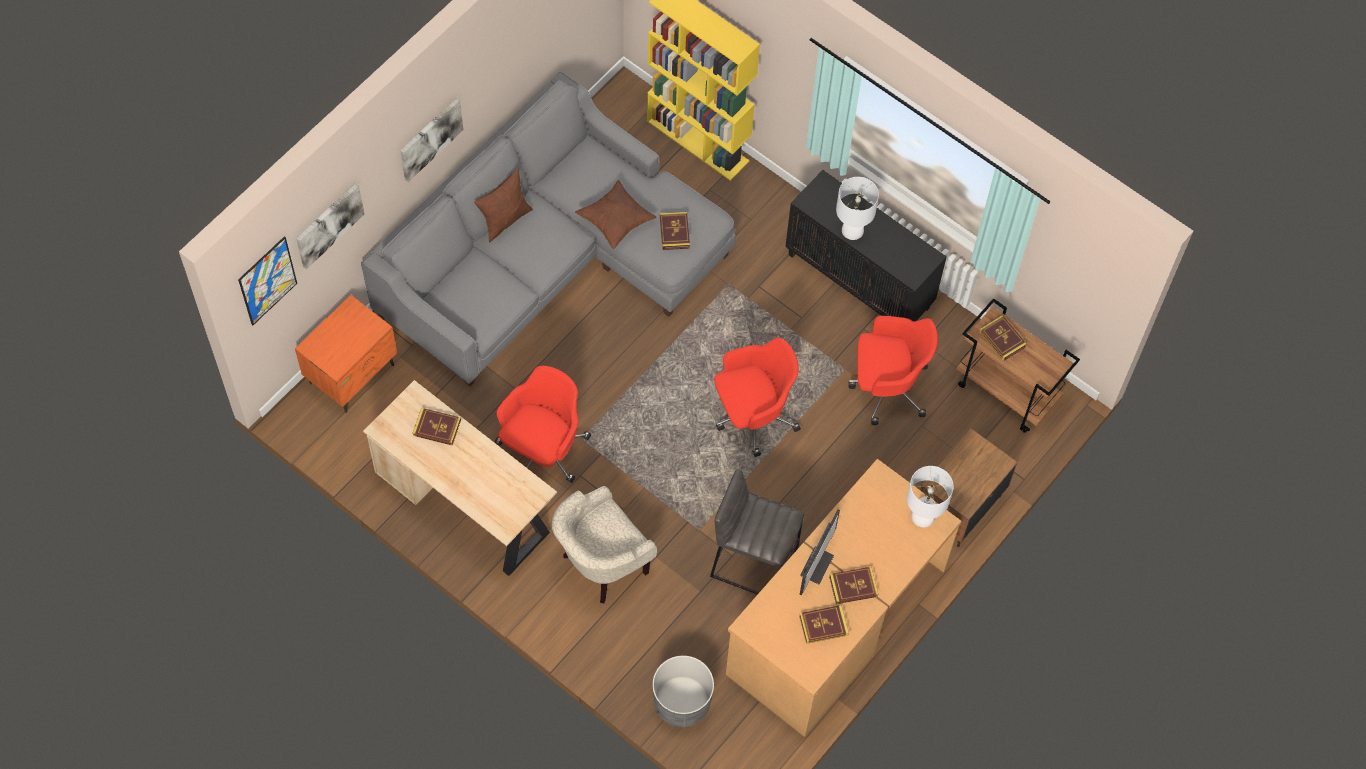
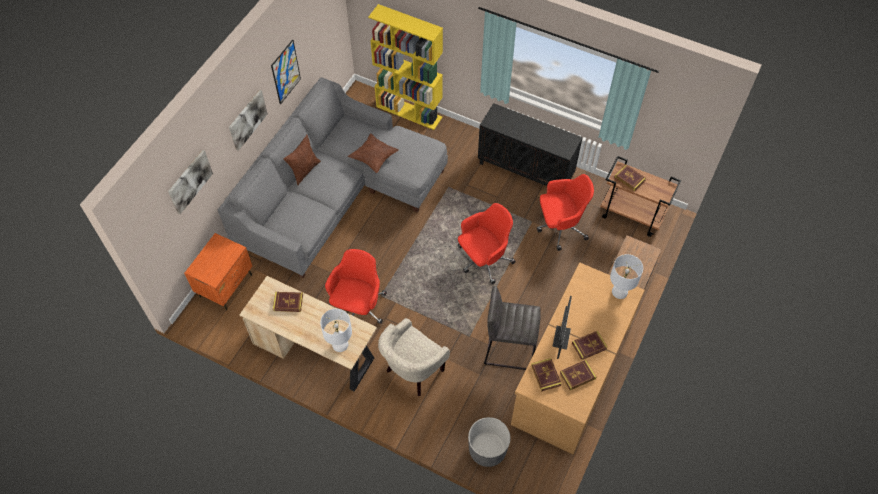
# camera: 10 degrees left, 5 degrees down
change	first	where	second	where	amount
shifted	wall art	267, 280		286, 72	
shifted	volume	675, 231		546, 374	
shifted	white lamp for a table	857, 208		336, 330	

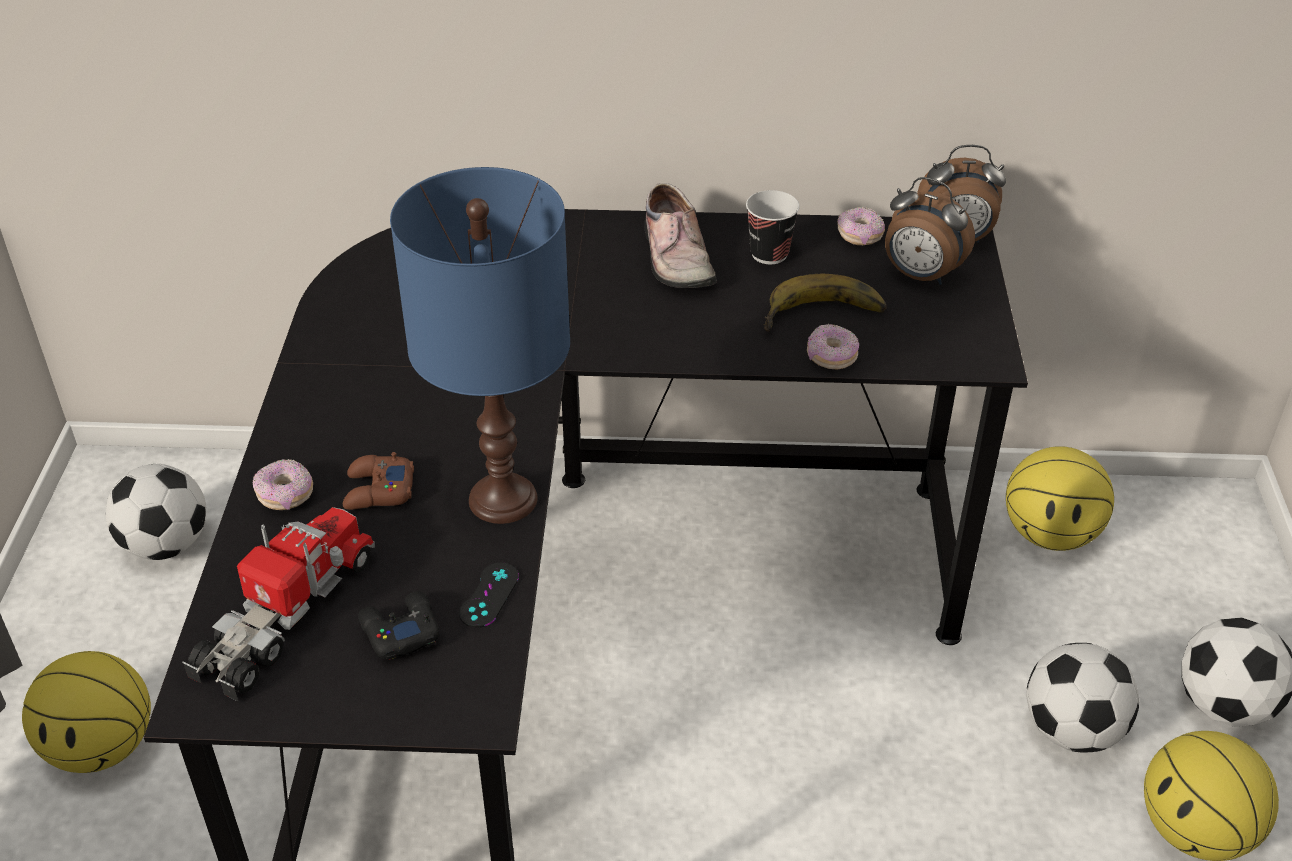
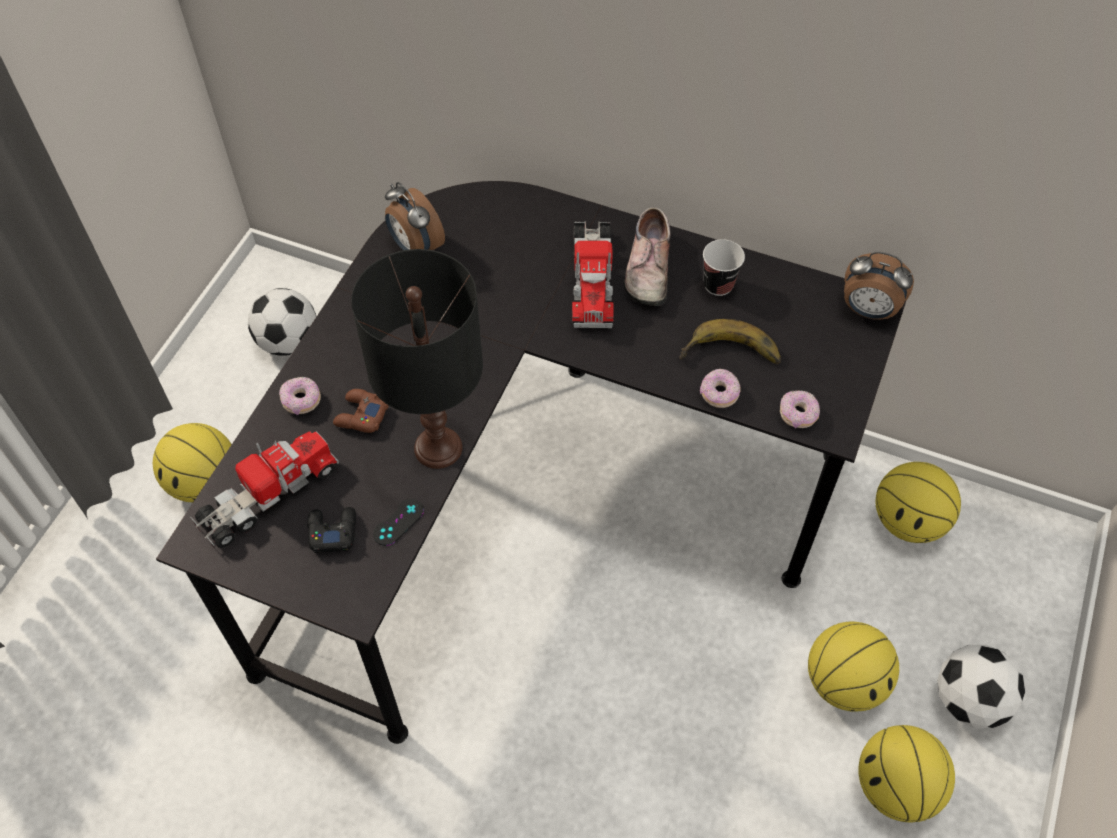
# camera: 20 degrees right, 15 degrees up
change	first	where	second	where	amount
repainted	bluish lamp for a table	480, 345	blackish lamp for a table	417, 359	
shifted	ring doughnut	861, 226		800, 410	
shifted	alarm clock	930, 231		415, 216	
swapped	football	1082, 697	basketball ball	853, 667	
new			model truck	592, 274	

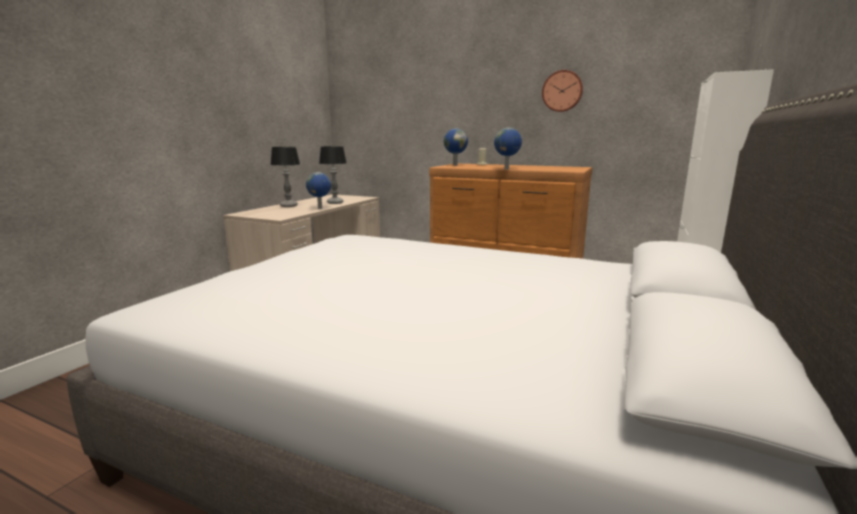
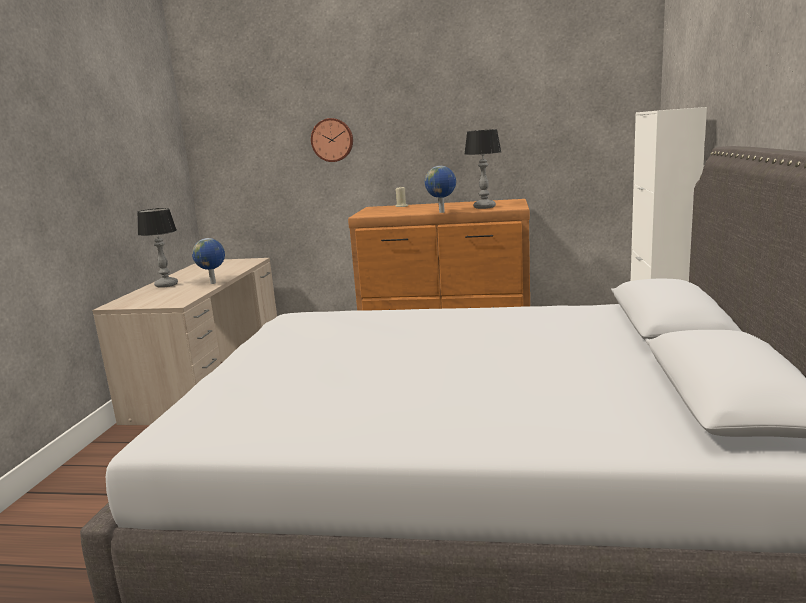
# camera: 15 degrees left, 0 degrees up
change	first	where	second	where	amount
shifted	lamp for a table	333, 175		482, 169	
gone	desk globe	456, 147			
shifted	hanging clock	562, 91		332, 140	

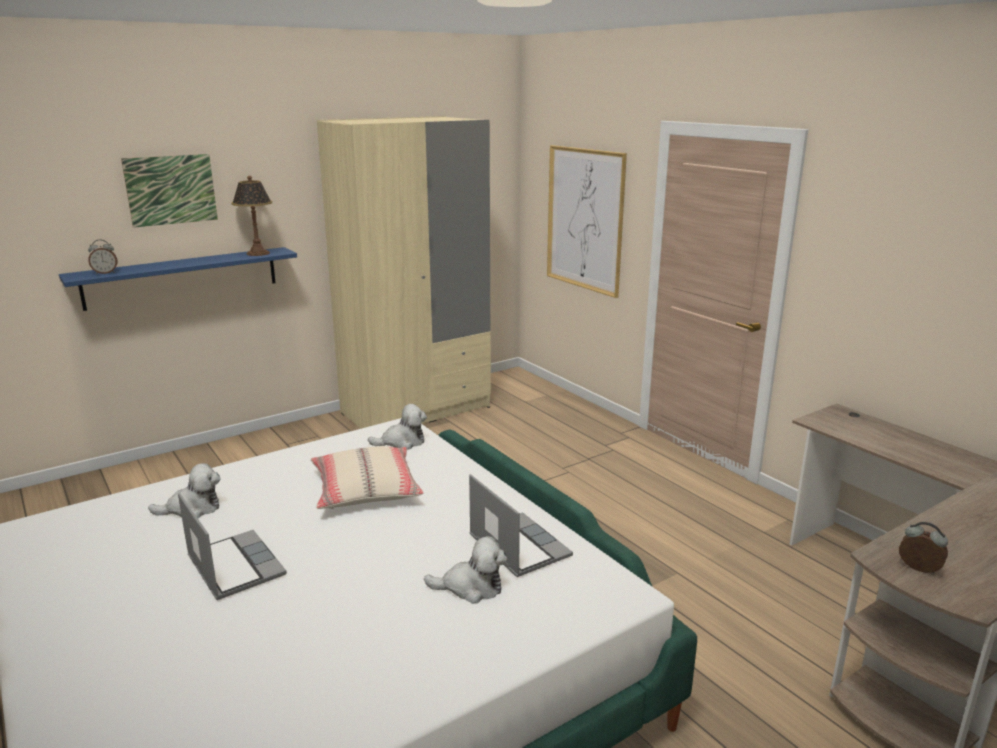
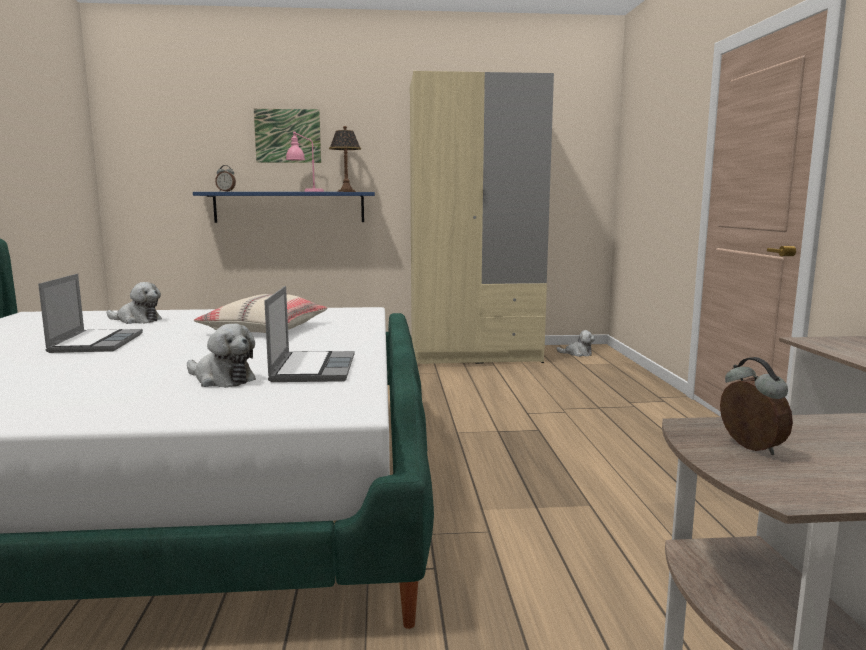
# camera: 30 degrees right, 10 degrees down
change	first	where	second	where	amount
shifted	soft toy	397, 427		575, 343	
gone	wall art	587, 221			
new			pinkish lamp for a table	305, 161	

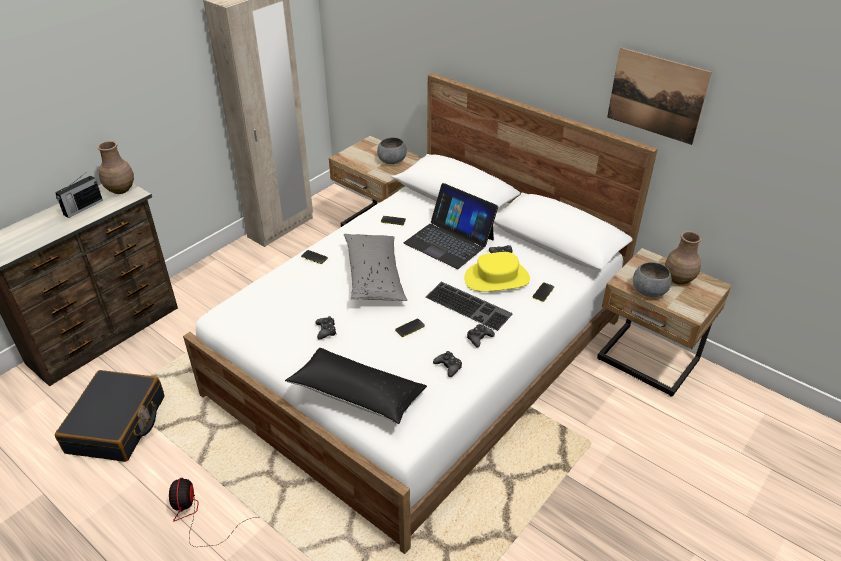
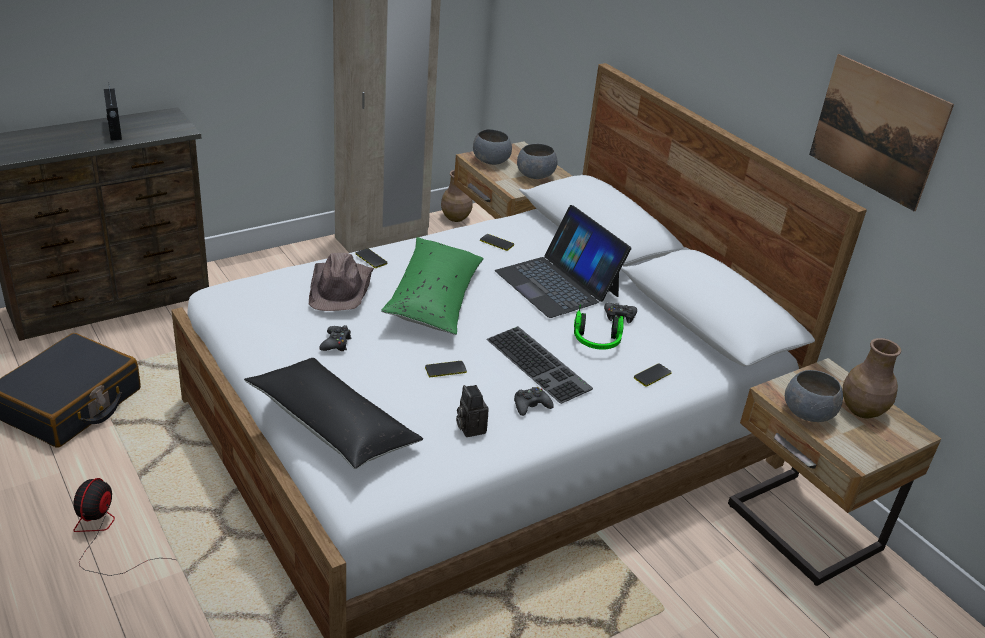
# camera: 15 degrees right, 5 degrees down
change	first	where	second	where	amount
rotated	radio set	79, 196		113, 113	75 degrees counterclockwise
shifted	brown-coloured flower vase	115, 167		457, 196	
repainted	gray pillow	375, 267	greenish pillow	432, 286	
swapped	blackish game controller	447, 364	still camera	472, 411	
swapped	yellow hat	497, 272	pair of headphones	599, 327	
new			brown-coloured hat	341, 282	
new			gray serving bowl	492, 147	

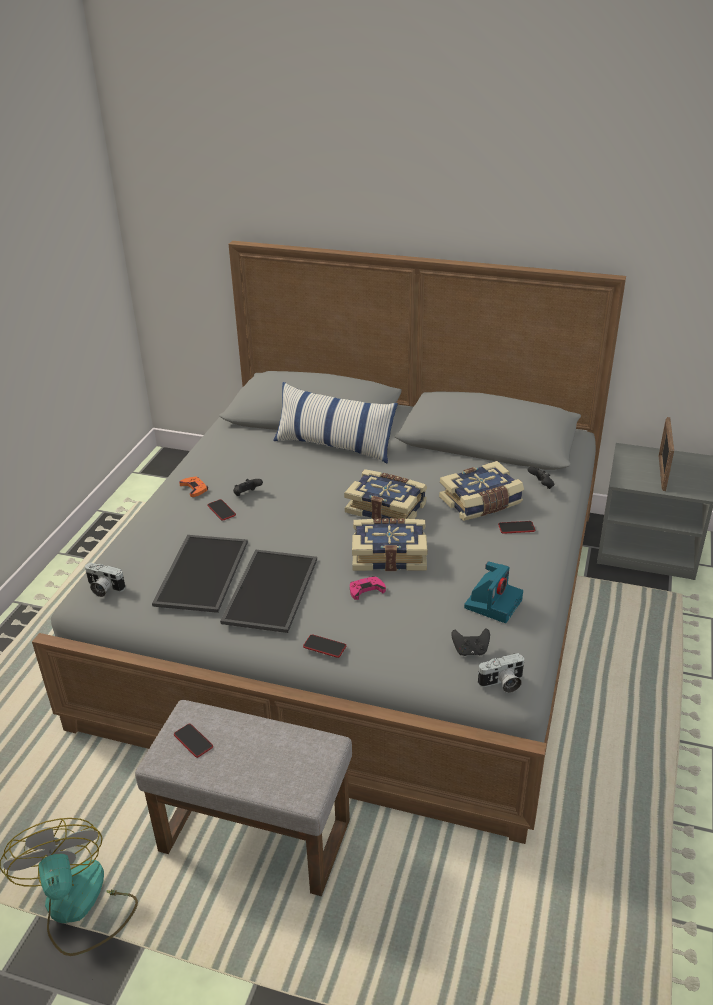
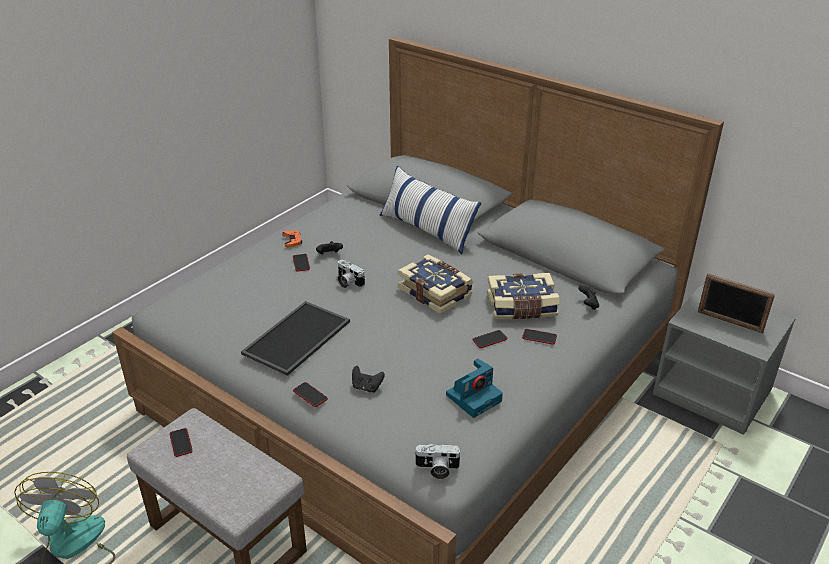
# camera: 20 degrees right, 0 degrees up
change	first	where	second	where	amount
shifted	still camera	105, 580		351, 274	
gone	tray	200, 574			
gone	pinkish game controller	368, 588			
gone	volume	390, 544			
shifted	blackish game controller	470, 642		368, 379	
rotated	standing frame	666, 454		736, 303	90 degrees counterclockwise
new			telephone	490, 339	

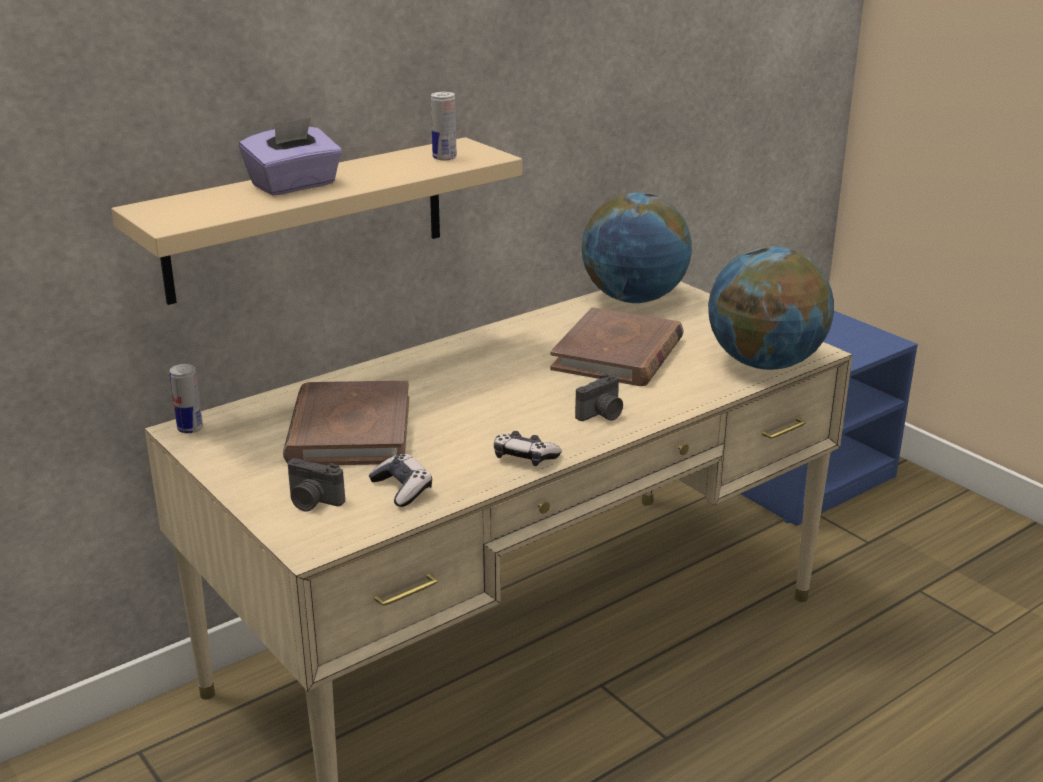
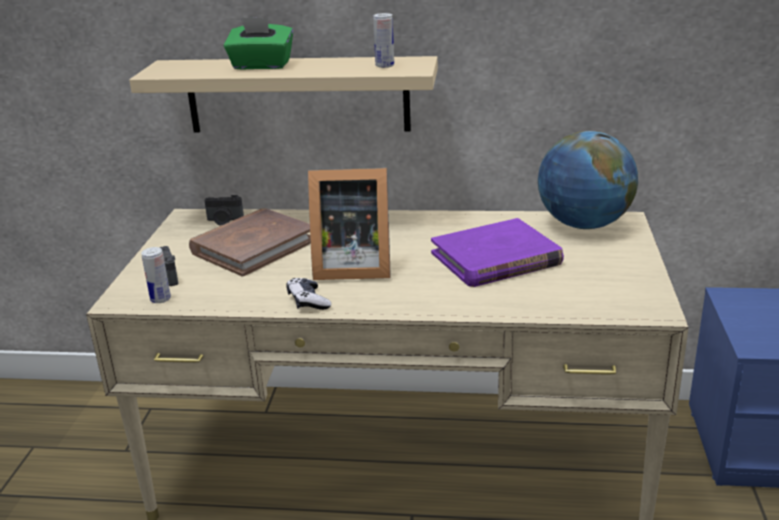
# camera: 45 degrees right, 0 degrees up
change	first	where	second	where	amount
shifted	can	186, 398		156, 275	
repainted	purplish box of tissues	290, 157	greenish box of tissues	258, 43	
gone	game controller	400, 480			
repainted	brown-coloured volume	617, 346	purplish volume	497, 252	
shifted	still camera	599, 397		224, 210	
gone	desk globe	771, 308			
new			standing frame	349, 224	

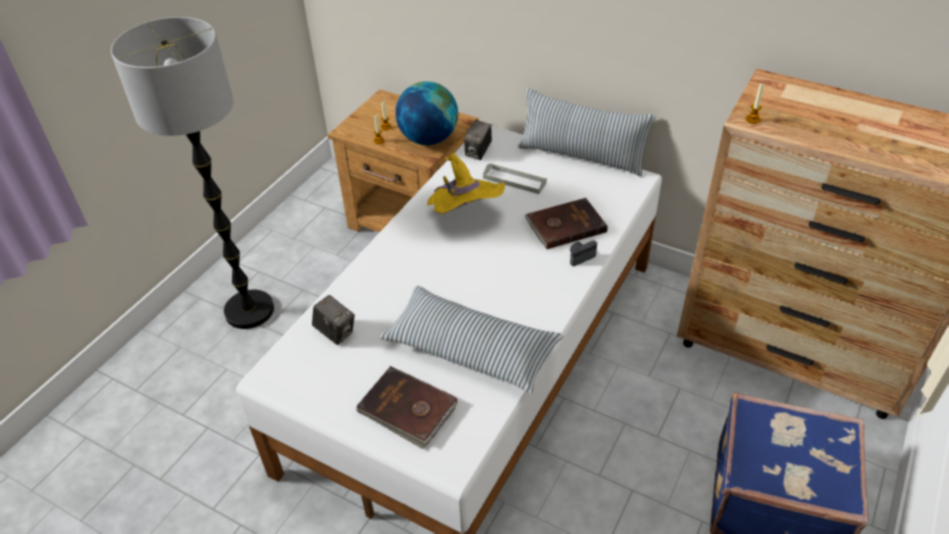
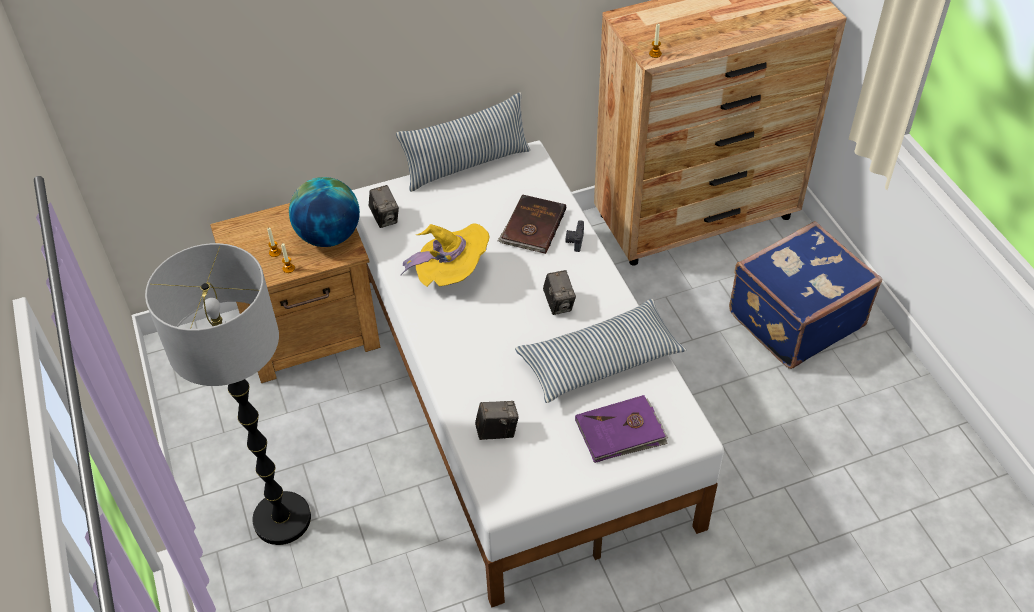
# camera: 50 degrees left, 5 degrees up
change	first	where	second	where	amount
repainted	brown-coloured volume	406, 407	purplish volume	621, 429	
gone	gray tray	515, 178			
new			still camera	559, 292	

